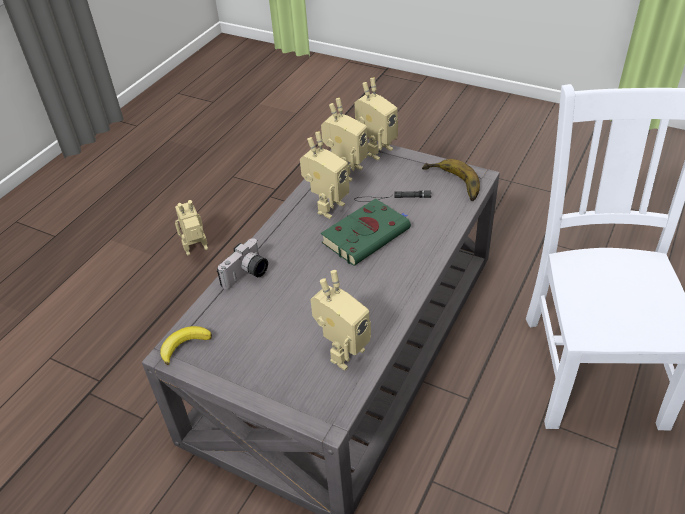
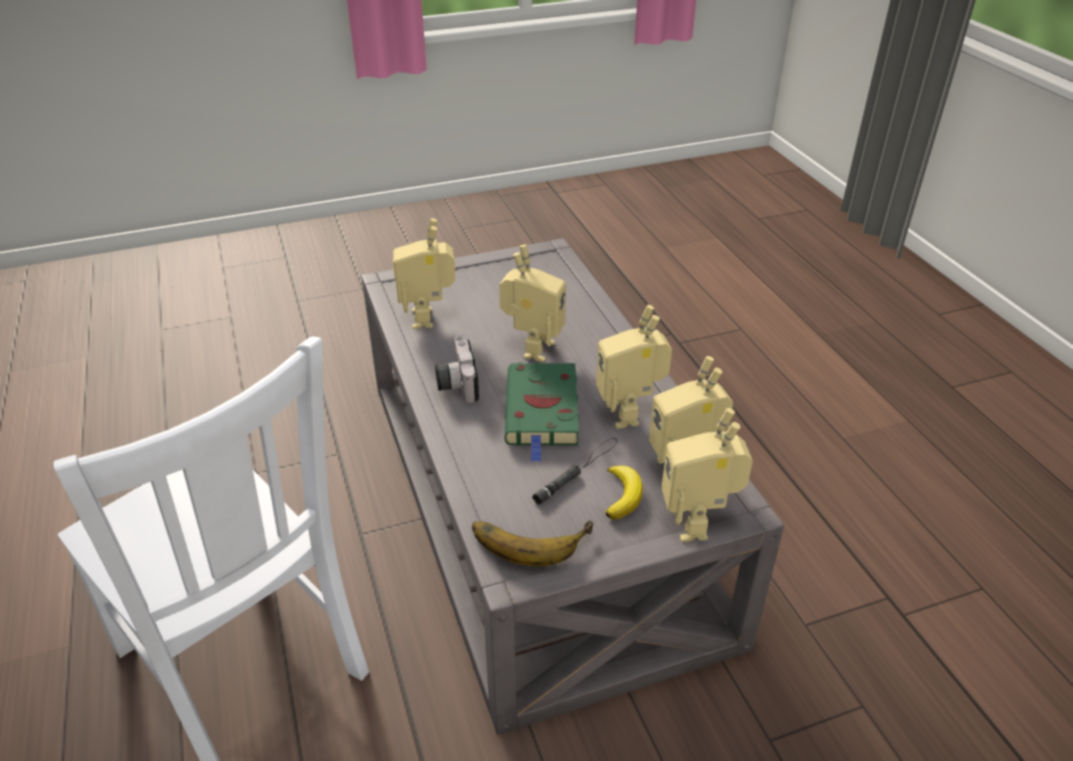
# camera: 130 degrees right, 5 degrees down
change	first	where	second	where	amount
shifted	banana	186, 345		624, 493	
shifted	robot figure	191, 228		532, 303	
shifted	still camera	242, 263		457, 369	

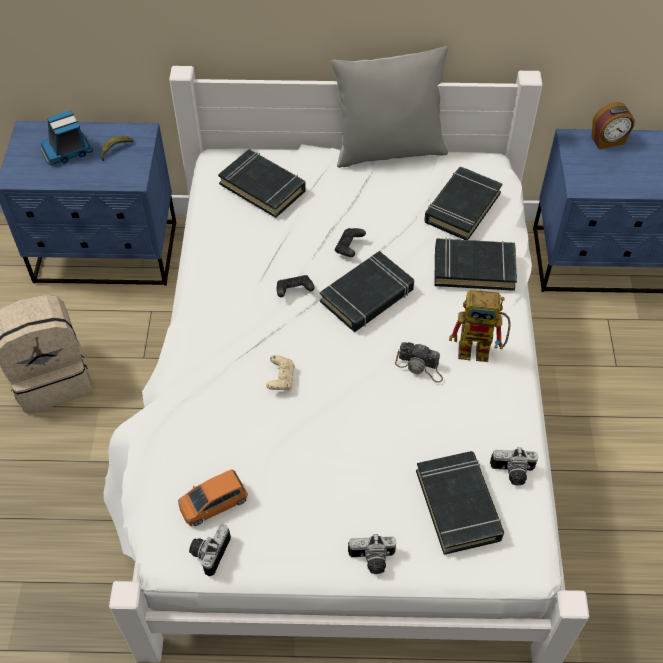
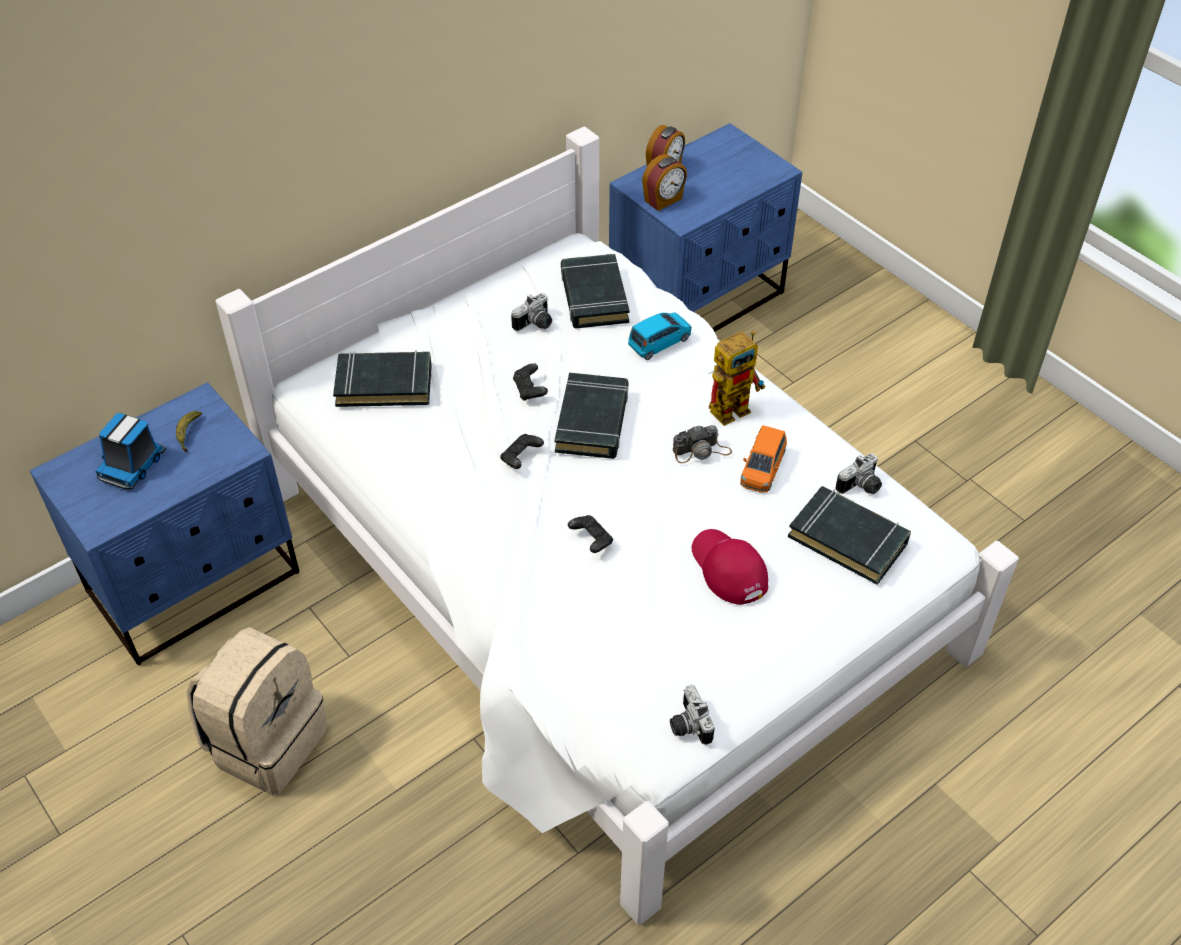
# camera: 40 degrees left, 5 degrees down
change	first	where	second	where	amount
shifted	orangey miniature car	213, 497		763, 459	
repainted	beige-coloured game controller	280, 372	blackish game controller	590, 534	
gone	gray pillow	389, 107			
shifted	still camera	372, 554		531, 312	
swapped	blackish volume	475, 264	bluish miniature car	660, 336	
new			alarm clock	664, 182	
new			reddish peaked cap	730, 567	

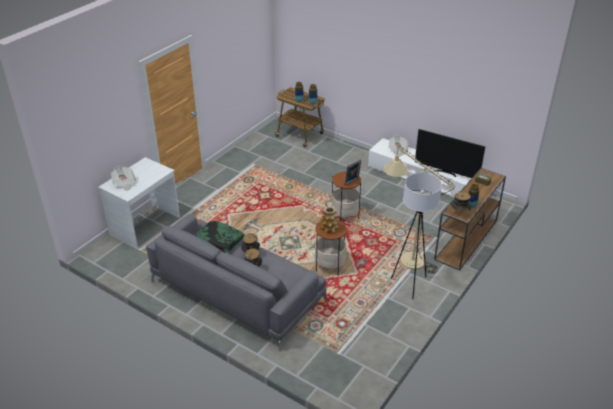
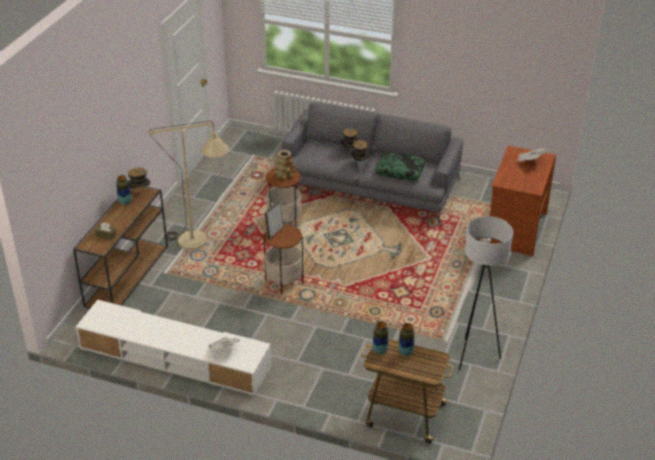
# camera: 165 degrees right, 0 degrees up
change	first	where	second	where	amount
repainted	white desk unit	139, 203	brown-coloured desk unit	521, 201	
shifted	white standing lamp	416, 236		486, 293	
gone	TV	450, 153			

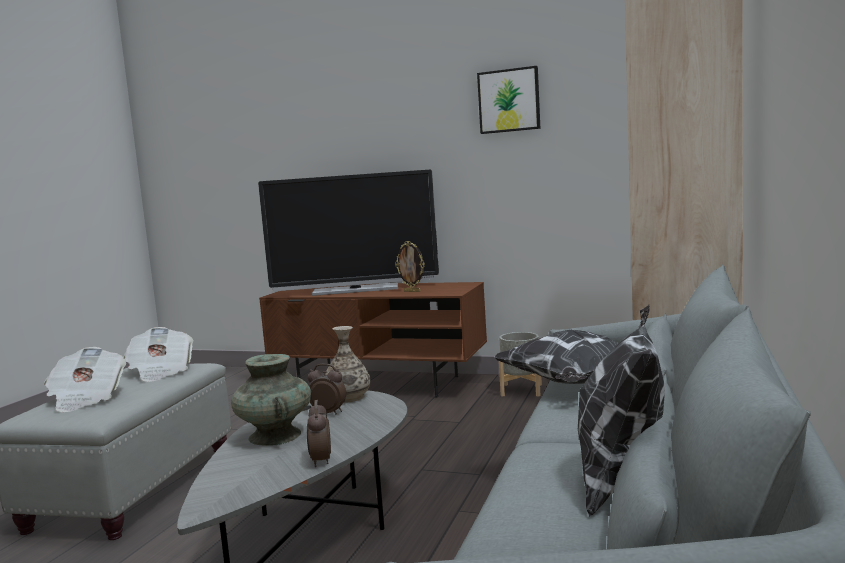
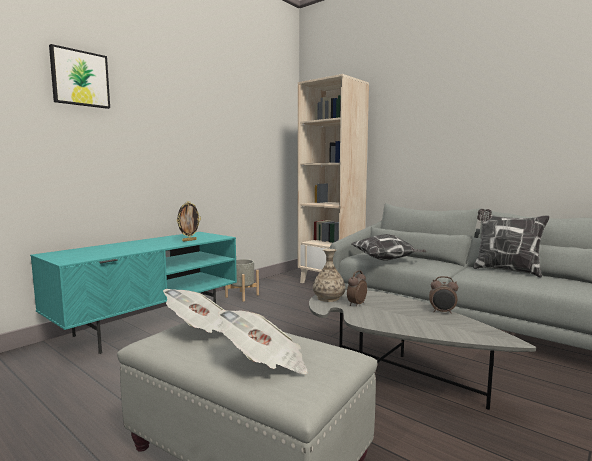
# camera: 70 degrees left, 0 degrees up
change	first	where	second	where	amount
gone	turquoise-coloured flower vase	271, 400			
gone	TV	348, 233			
repainted	brown-coloured tv unit	373, 340	turquoise-coloured tv unit	133, 293	
shifted	wall art	508, 100		79, 76	

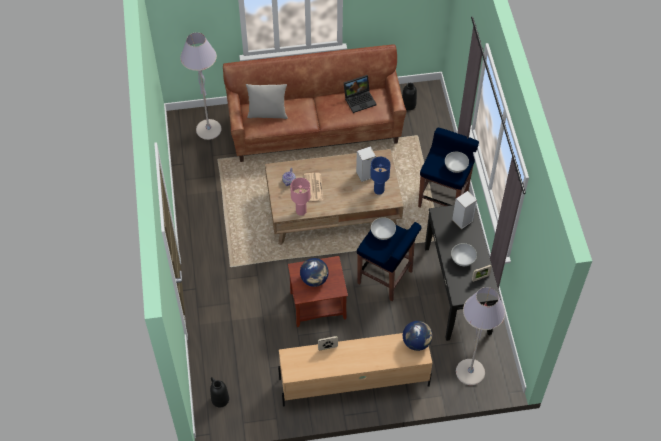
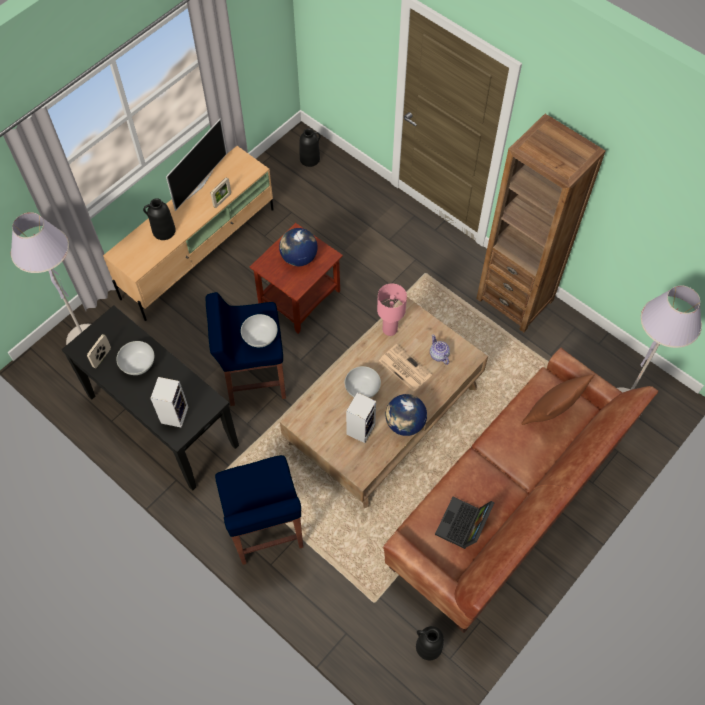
# camera: 140 degrees right, 5 degrees up
change	first	where	second	where	amount
repainted	gray pillow	267, 101	brown-coloured pillow	558, 399	
gone	bluish lamp for a table	380, 176			
shifted	desk globe	417, 336		406, 415	
shifted	white serving bowl	457, 162		363, 382	
new			blackish flower vase	159, 219	
new			TV	196, 164	
new			brown-coloured bookshelf	540, 223	

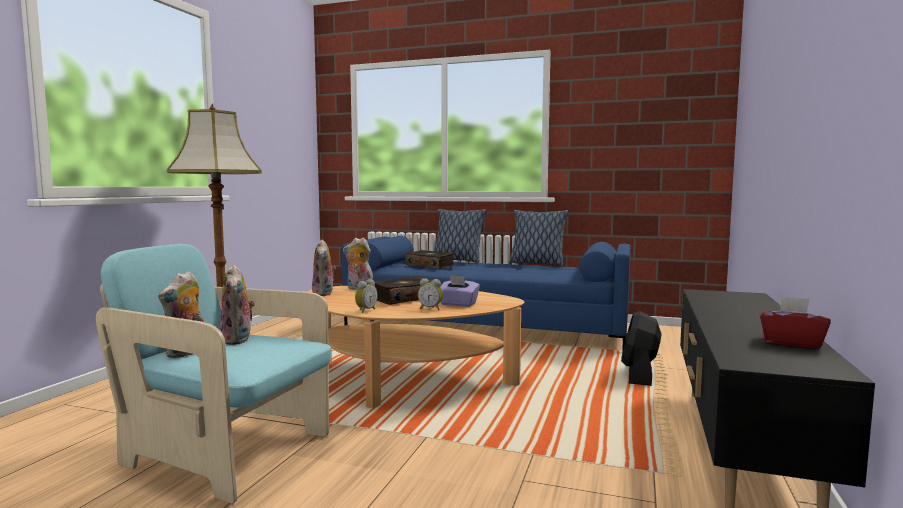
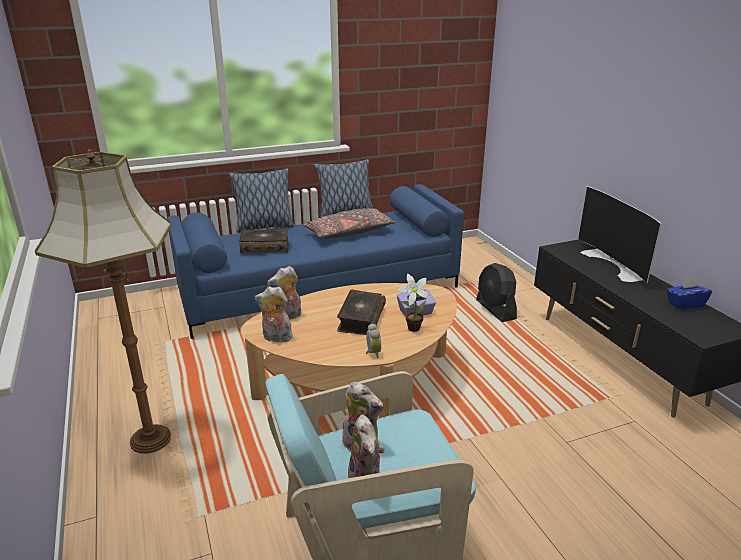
# camera: 40 degrees left, 20 degrees up
change	first	where	second	where	amount
rotated	soft toy	324, 268		274, 314	150 degrees clockwise
swapped	alarm clock	430, 294	plant in a pot	414, 303	
repainted	reddish box of tissues	795, 322	bluish box of tissues	689, 294	
new			gray pillow	348, 223	
new			TV	620, 234	

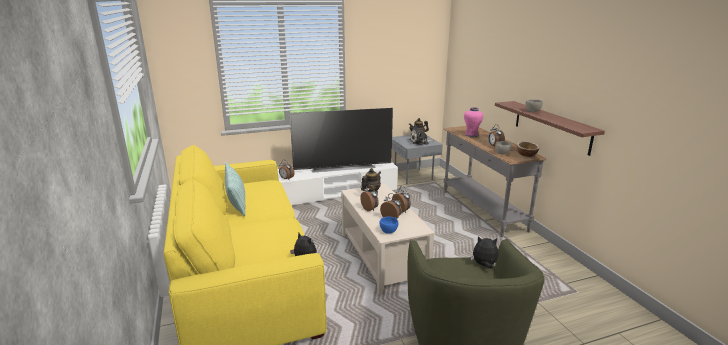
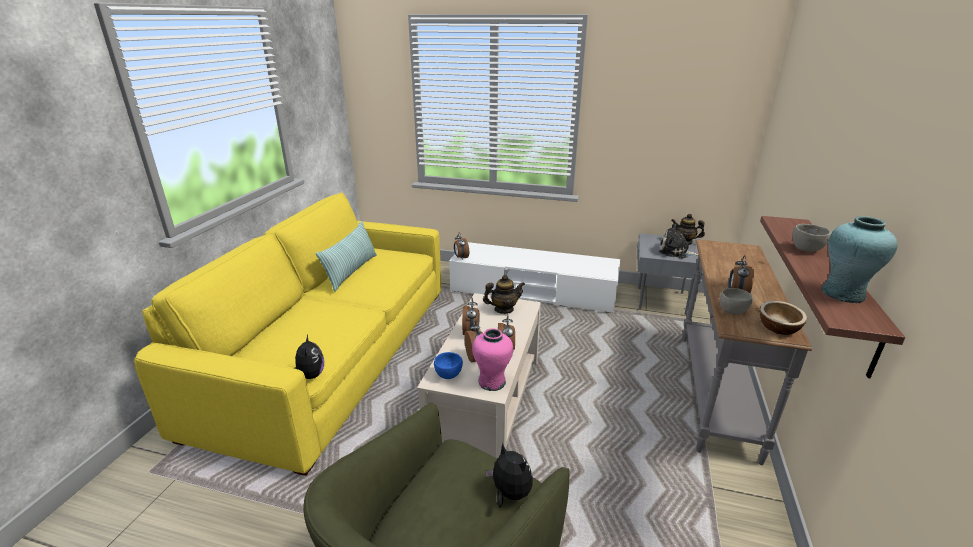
# camera: 35 degrees right, 5 degrees up
change	first	where	second	where	amount
gone	TV	341, 140			
shifted	pinkish flower vase	473, 122		492, 359	
new			turquoise-coloured flower vase	859, 259	

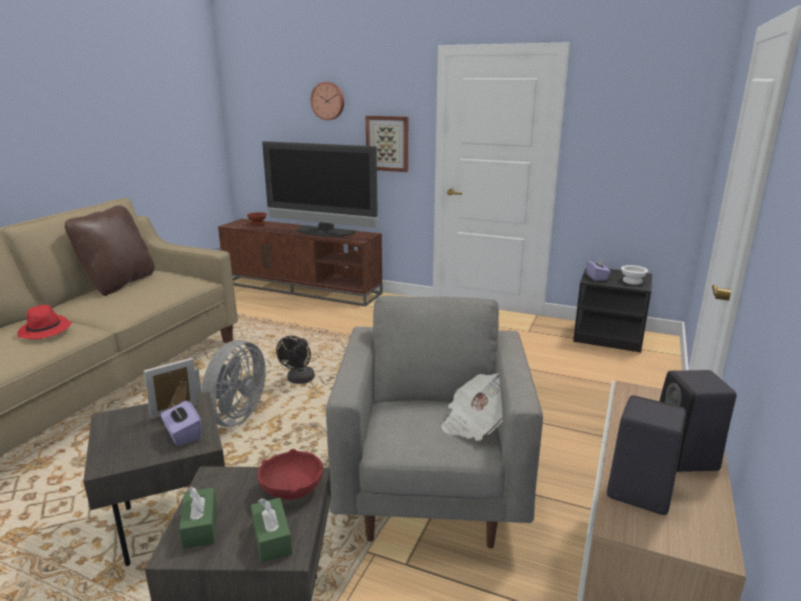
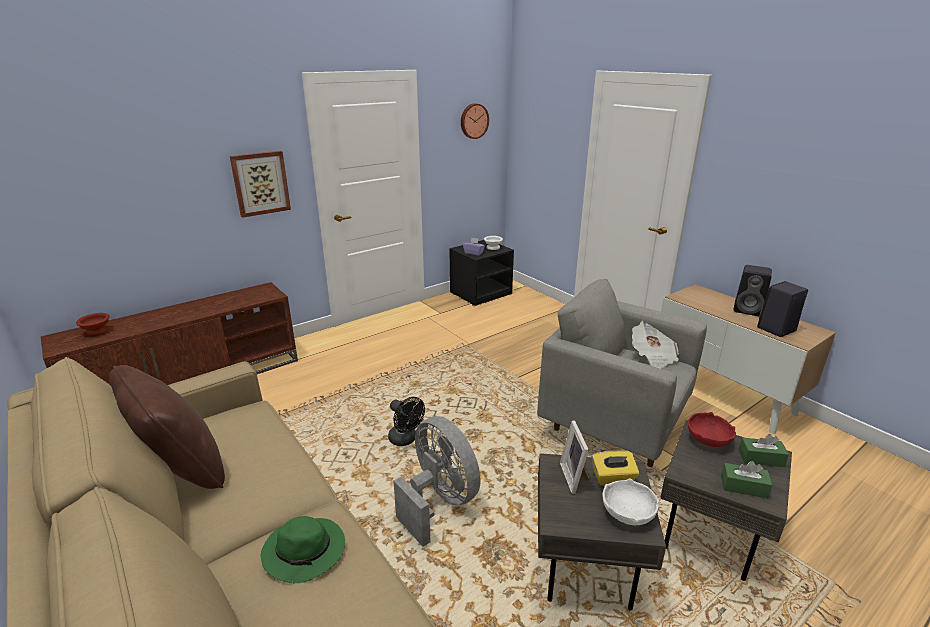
# camera: 60 degrees left, 5 degrees up
change	first	where	second	where	amount
repainted	reddish hat	44, 322	greenish hat	303, 549	
repainted	purplish box of tissues	181, 423	yellow box of tissues	615, 468	
gone	TV	320, 189			
shifted	hanging clock	327, 101		475, 121	
new			white serving bowl	630, 502	

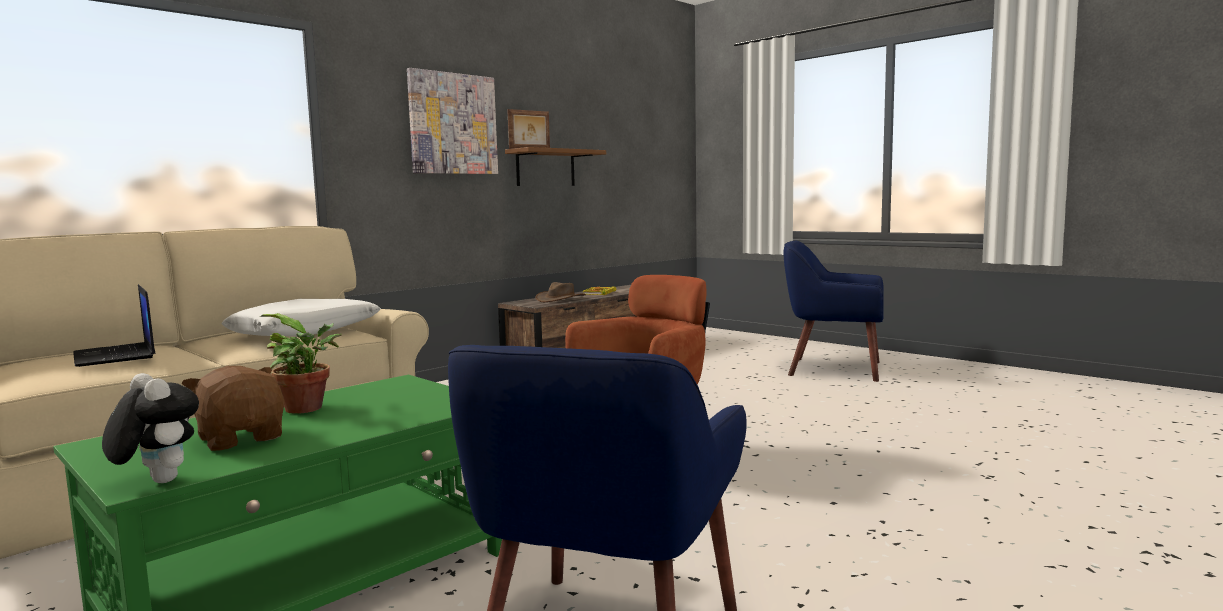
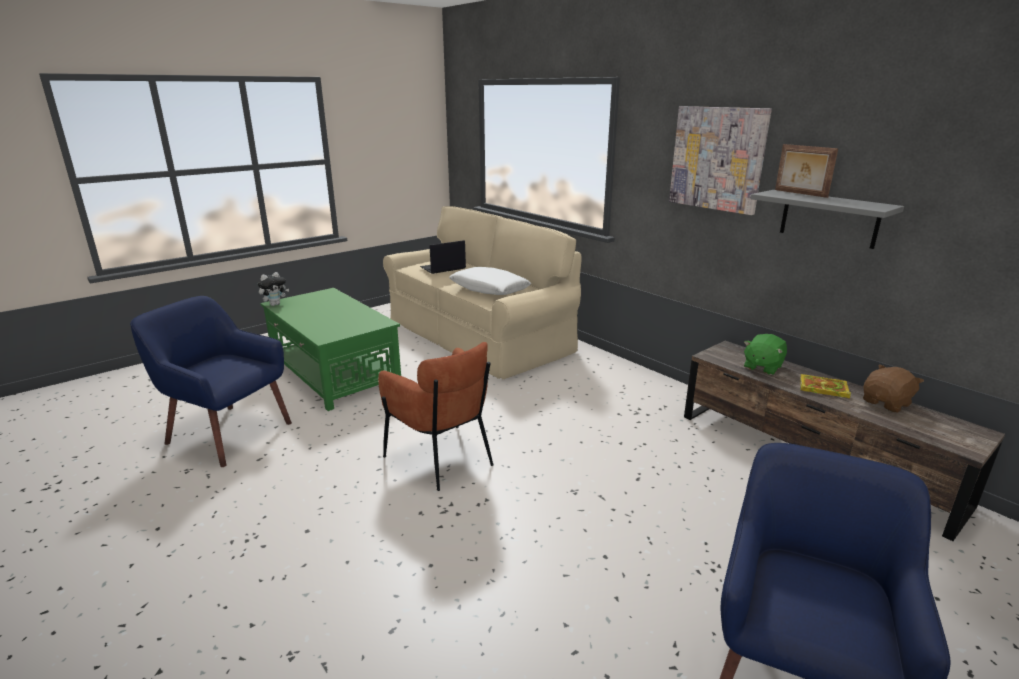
# camera: 95 degrees right, 15 degrees up
change	first	where	second	where	amount
shifted	brown-coloured soft toy	233, 408		893, 389	
gone	plant in a pot	301, 363			
repainted	brown-coloured shelf	555, 166	gray shelf	827, 219	
swapped	brown-coloured hat	560, 292	greenish soft toy	765, 354	

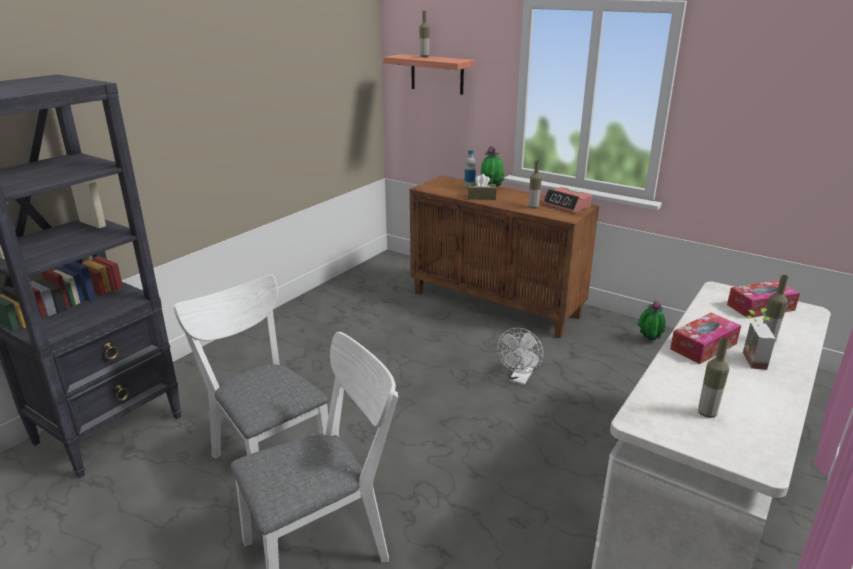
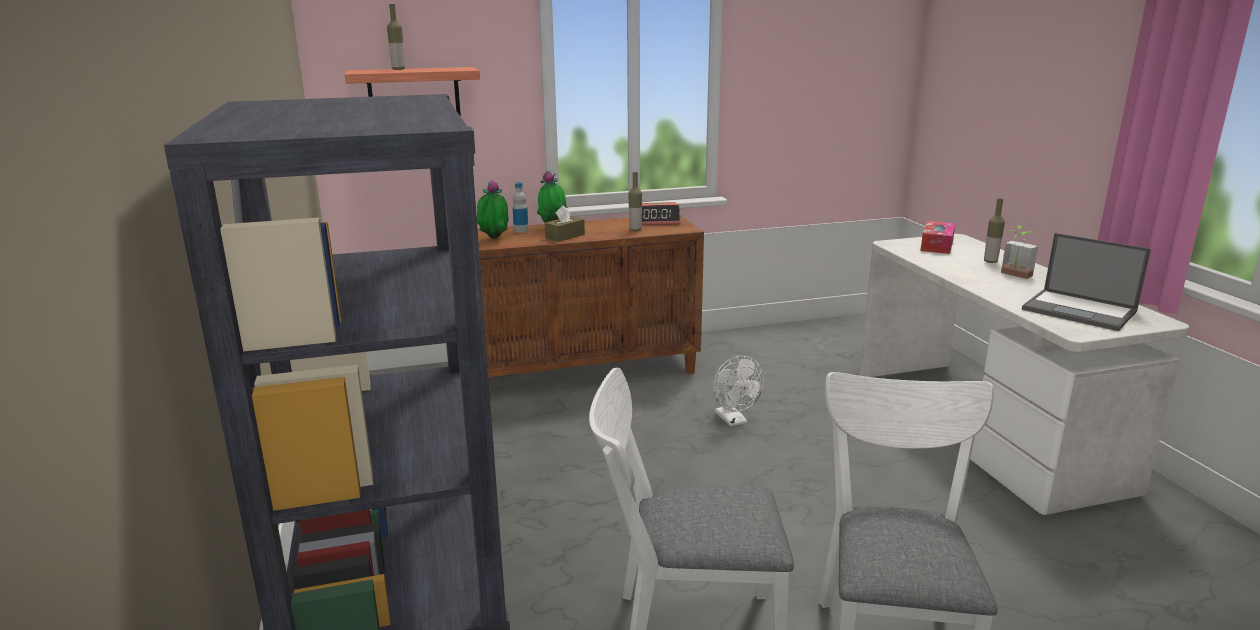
# camera: 50 degrees left, 5 degrees down
change	first	where	second	where	amount
shifted	plant in a pot	651, 320		493, 210	
gone	box of tissues	705, 338			
swapped	beverage bottle	713, 378	laptop	1086, 282	

